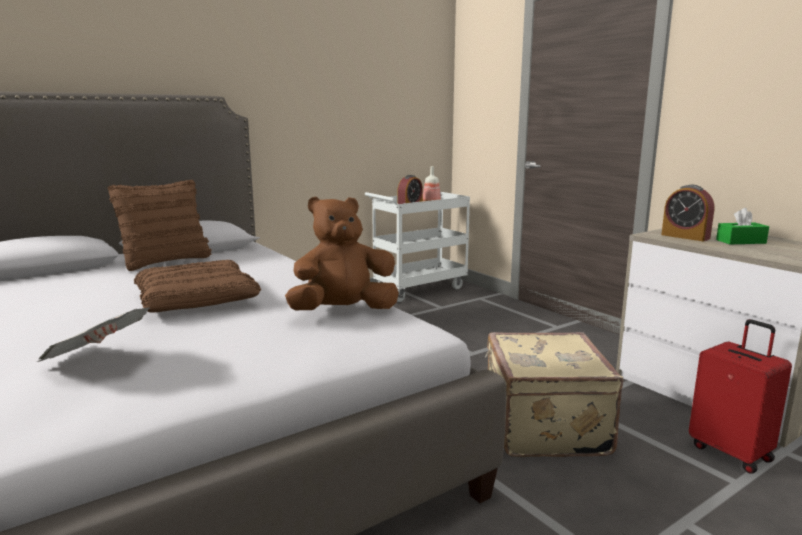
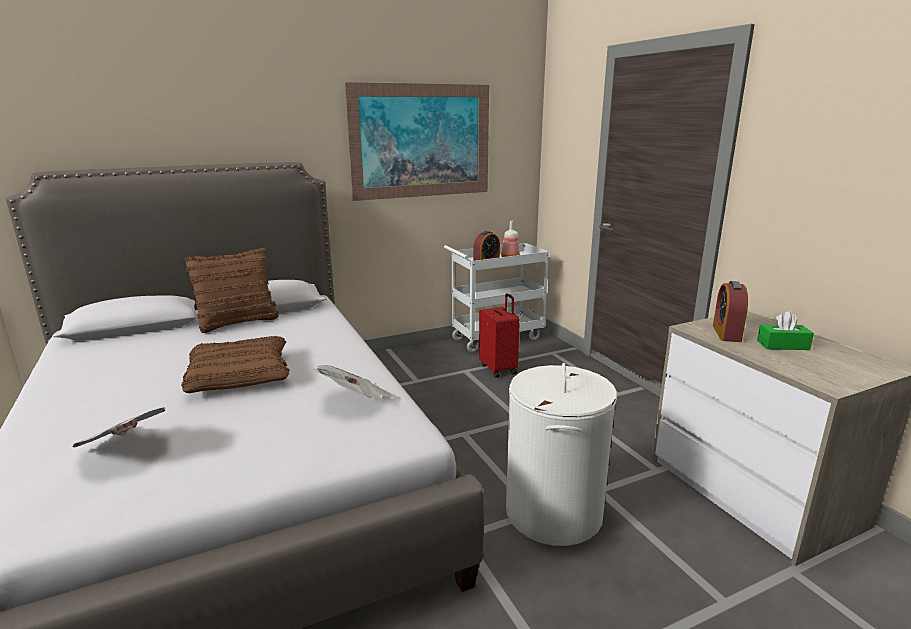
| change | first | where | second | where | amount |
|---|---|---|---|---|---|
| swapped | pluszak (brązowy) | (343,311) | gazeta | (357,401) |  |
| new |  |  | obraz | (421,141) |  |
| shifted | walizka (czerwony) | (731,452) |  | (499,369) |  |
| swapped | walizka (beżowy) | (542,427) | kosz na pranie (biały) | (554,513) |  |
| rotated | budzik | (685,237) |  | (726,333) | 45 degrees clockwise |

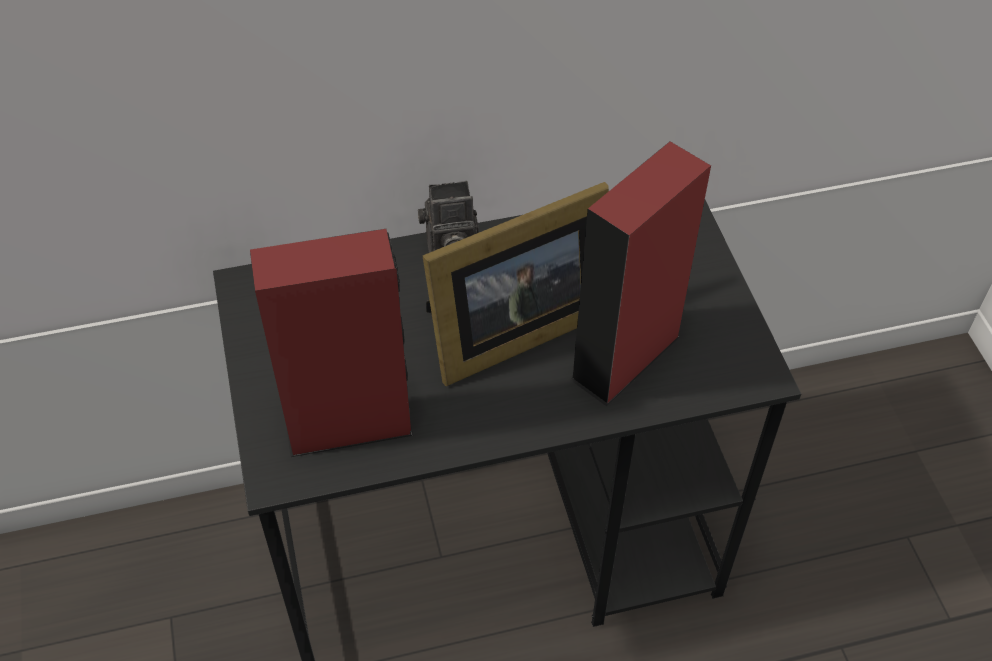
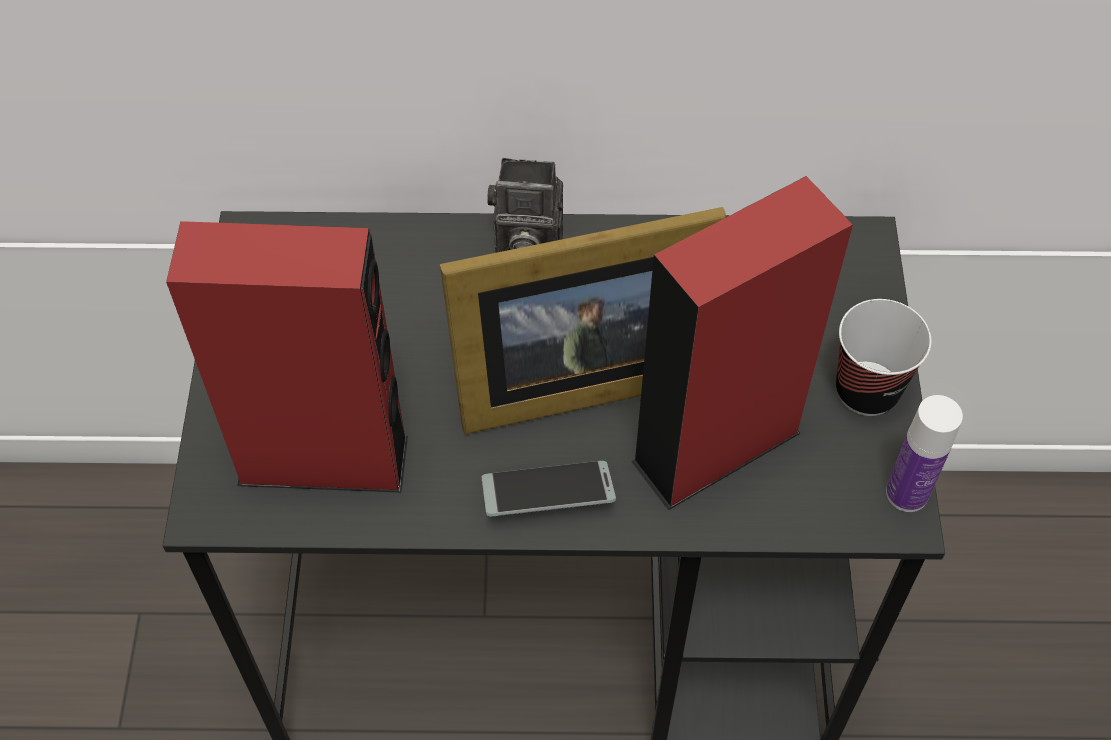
| change | first | where | second | where | amount |
|---|---|---|---|---|---|
| new |  |  | telefon | (547,495) |  |
| new |  |  | filiżanka | (867,390) |  |
| new |  |  | butelka | (907,493) |  |

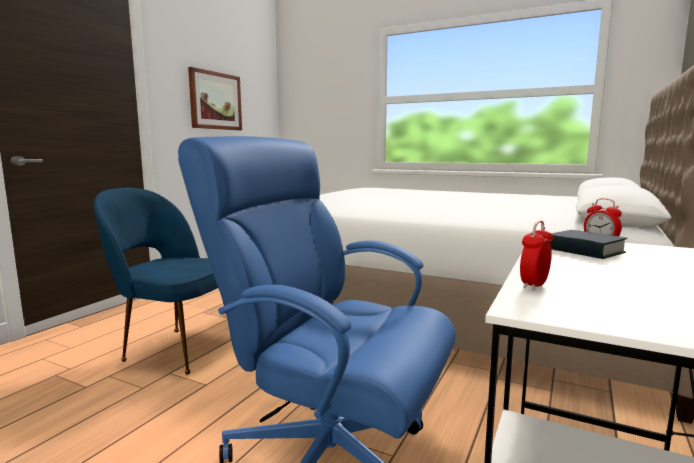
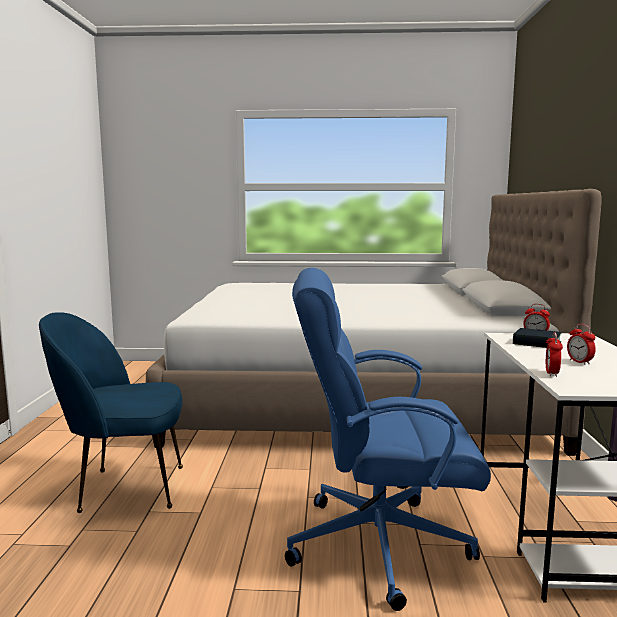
| change | first | where | second | where | amount |
|---|---|---|---|---|---|
| new |  |  | budzik | (579,362) |  |
| gone | obraz | (215,101) |  |  |  |

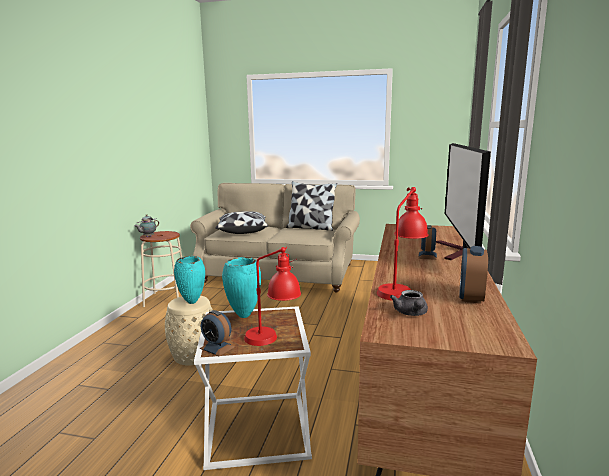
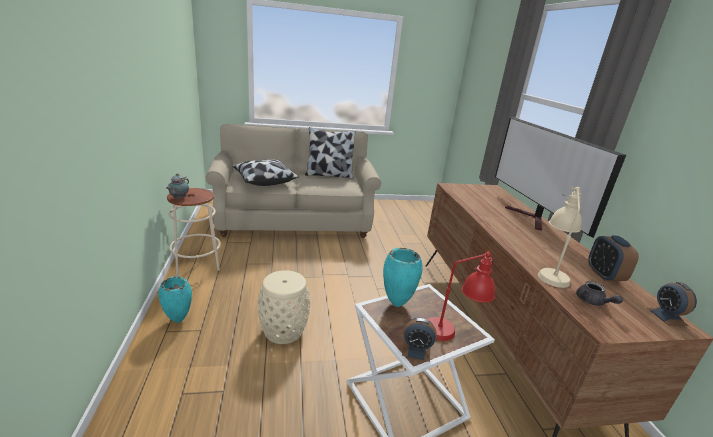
| change | first | where | second | where | amount |
|---|---|---|---|---|---|
| shifted | wazon (turkusowy) | (192,302) |  | (179,320) |  |
| repainted | lampa stołowa (czerwony) | (401,289) | lampa stołowa (beżowy) | (551,272) |  |
| shifted | budzik | (427,256) |  | (666,316) |  |

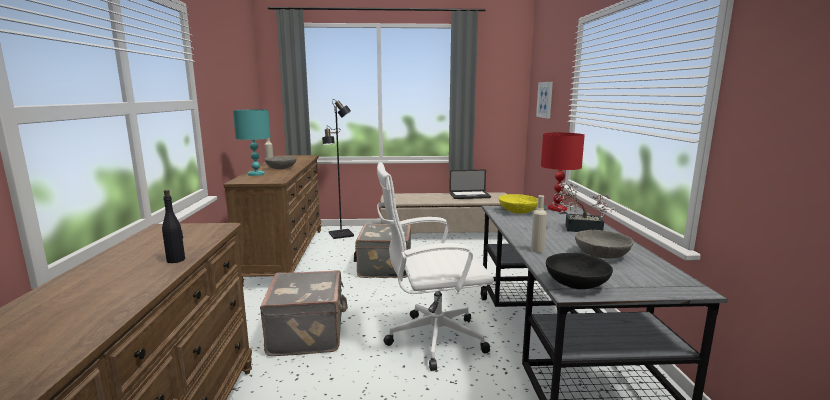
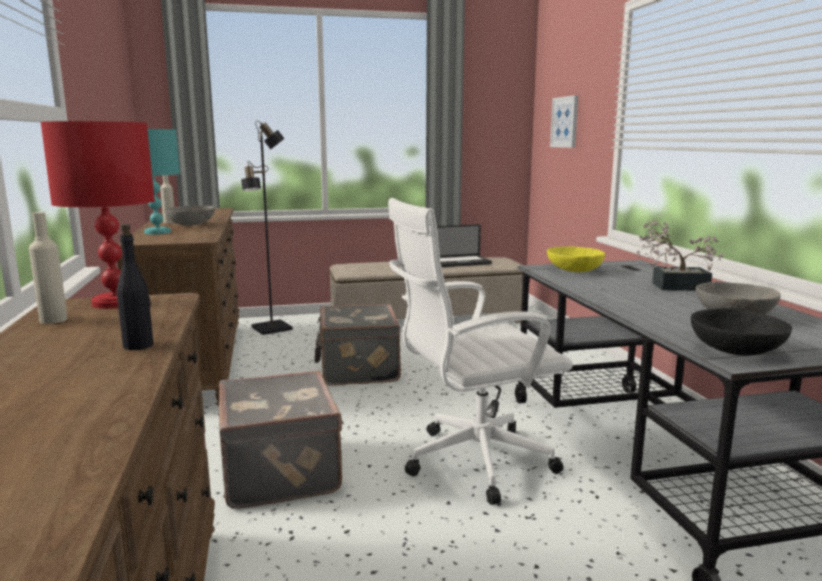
| change | first | where | second | where | amount |
|---|---|---|---|---|---|
| shifted | butelka (beżowy) | (537,250) |  | (53,320) |  |
| shifted | lampa stołowa (czerwony) | (557,208) |  | (117,302) |  |

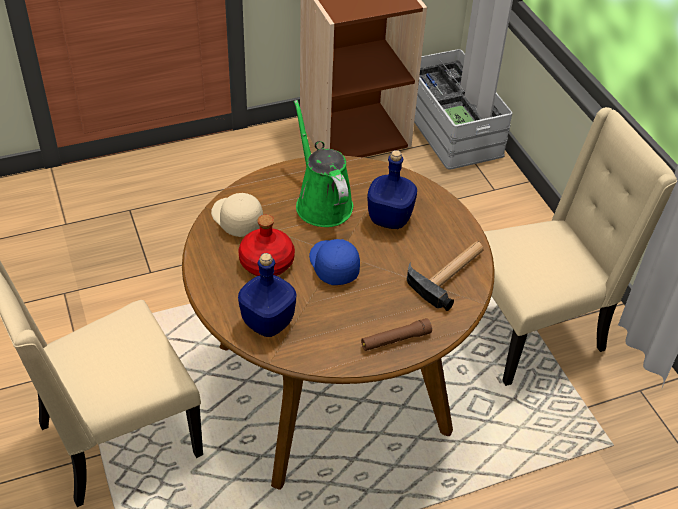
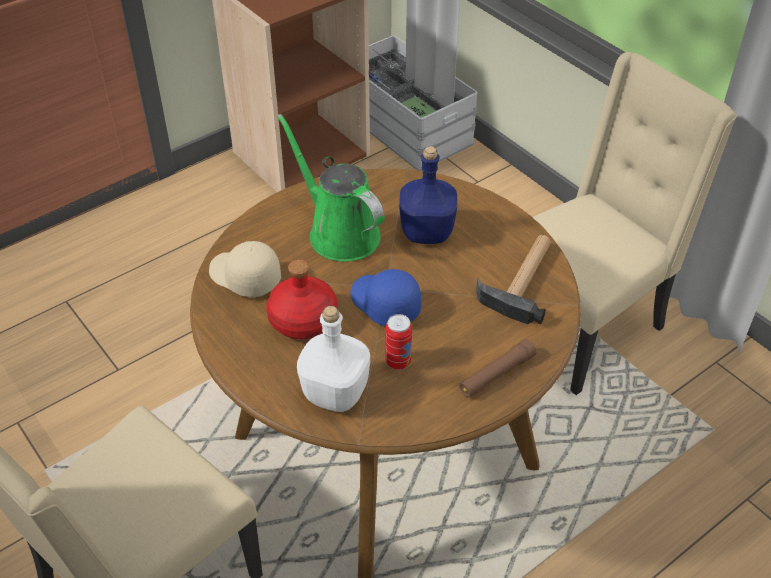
| change | first | where | second | where | amount |
|---|---|---|---|---|---|
| repainted | butelka (niebieski) | (267,322) | butelka (biały) | (334,393) |  |
| new |  |  | puszka | (398,362) |  |

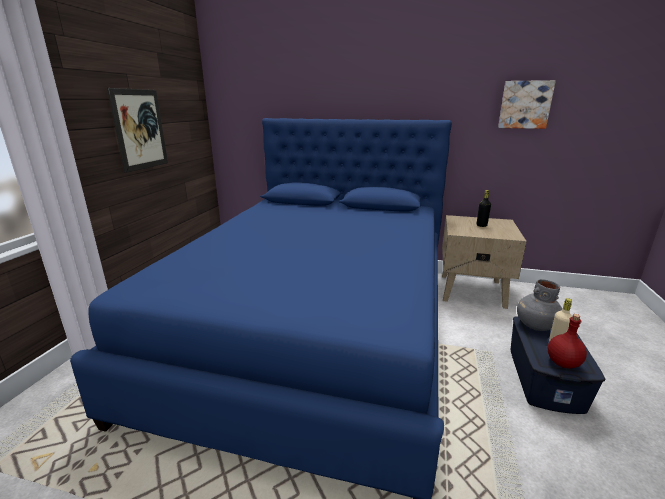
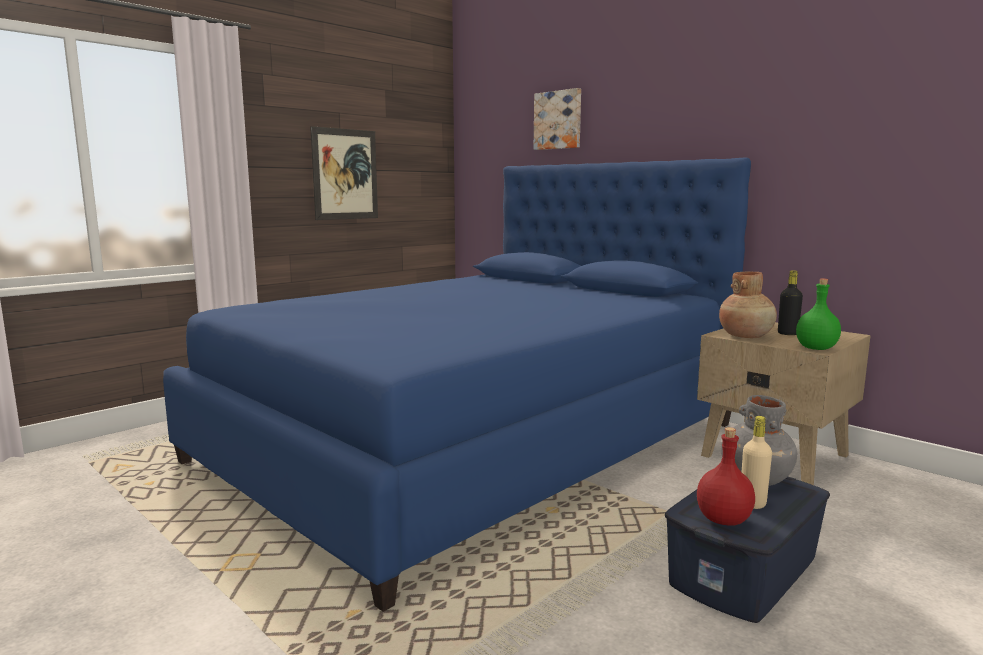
| change | first | where | second | where | amount |
|---|---|---|---|---|---|
| shifted | obraz | (525,105) |  | (558,120) |  |
| new |  |  | wazon (brązowy) | (746,336) |  |
| new |  |  | butelka (zielony) | (817,348) |  |

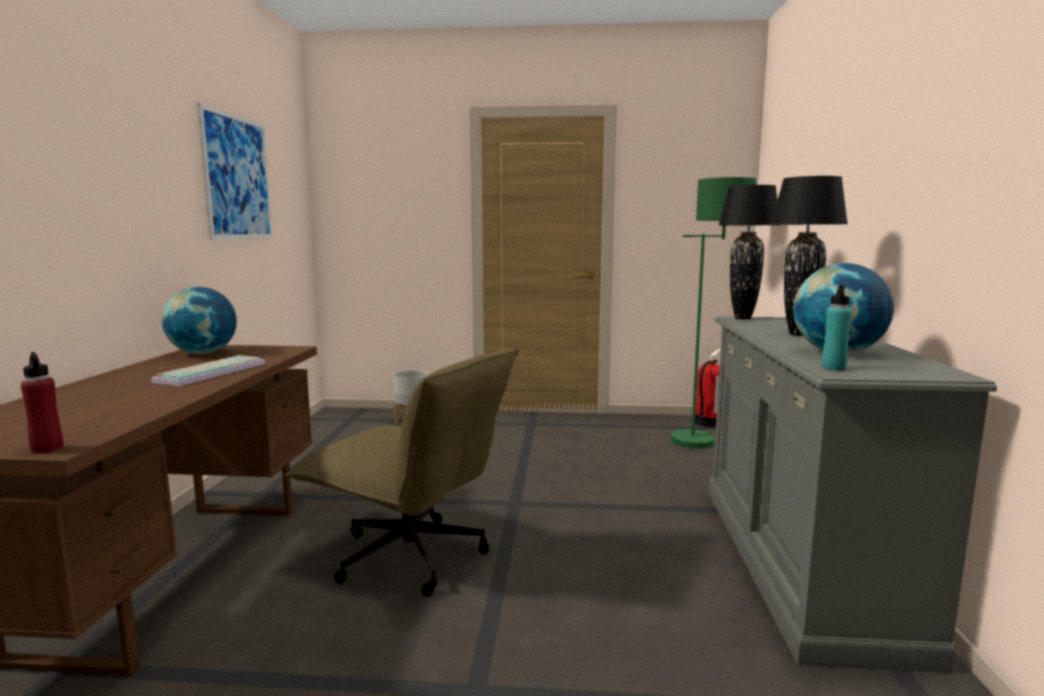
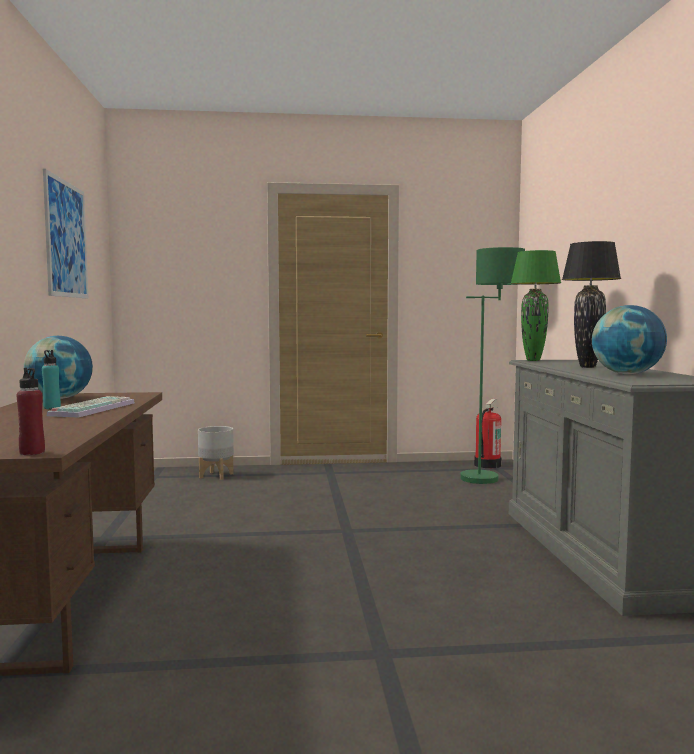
| change | first | where | second | where | amount |
|---|---|---|---|---|---|
| shifted | butelka (turkusowy) | (833,368) |  | (52,408) |  |
| repainted | lampa stołowa (czarny) | (742,318) | lampa stołowa (zielony) | (533,360) |  |
| gone | krzesło biurowe (beżowy) | (408,555) |  |  |  |

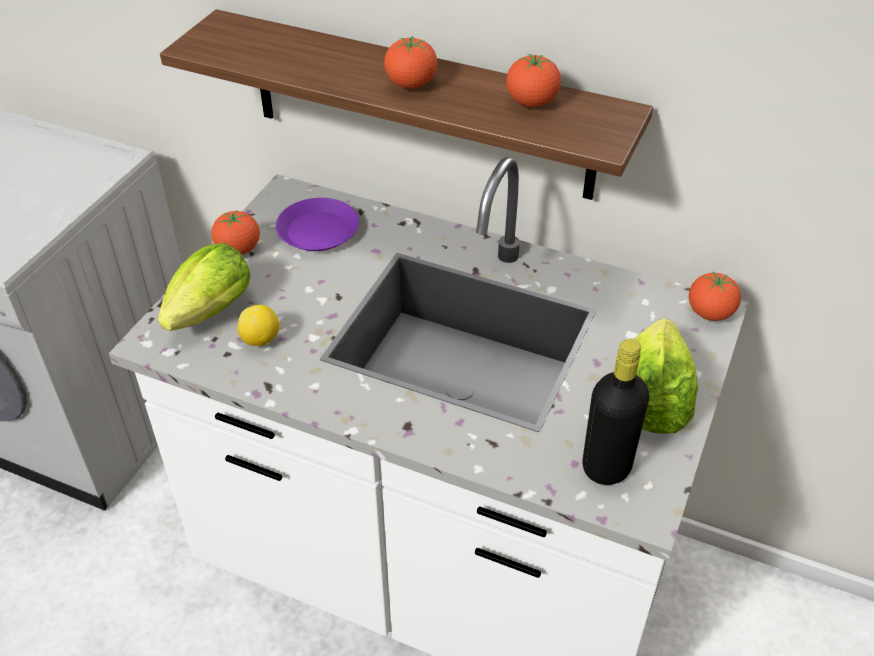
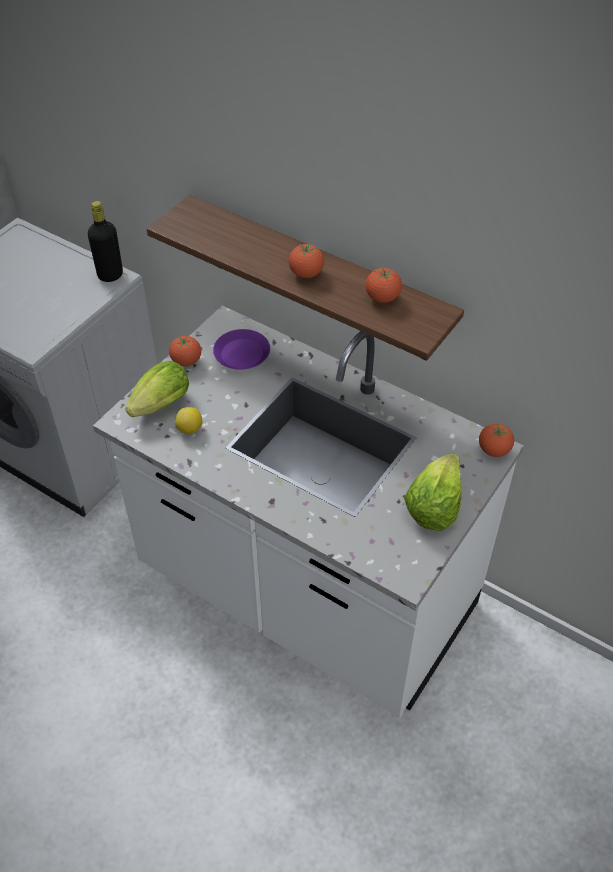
| change | first | where | second | where | amount |
|---|---|---|---|---|---|
| shifted | butelka (czarny) | (606,467) |  | (110,275) |  |

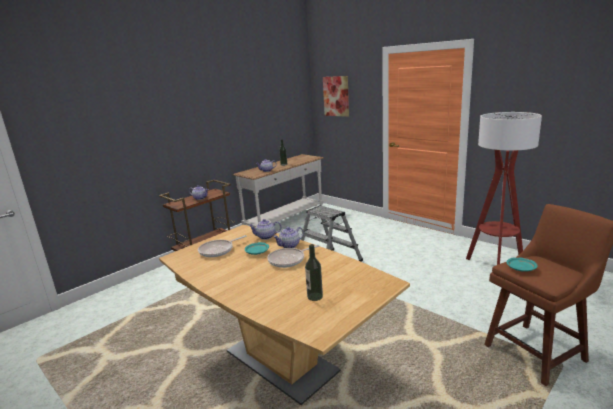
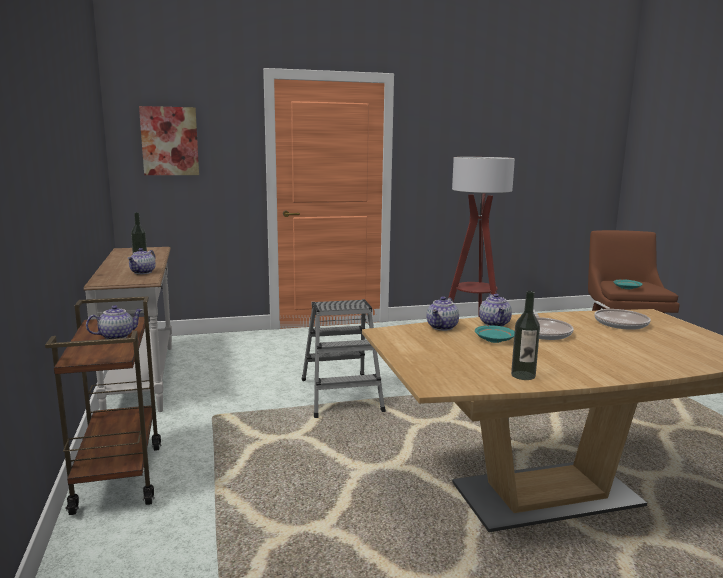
| change | first | where | second | where | amount |
|---|---|---|---|---|---|
| shifted | butelka | (315,296) |  | (523,375) |  |
| shifted | patelnia | (218,250) |  | (619,322) |  |

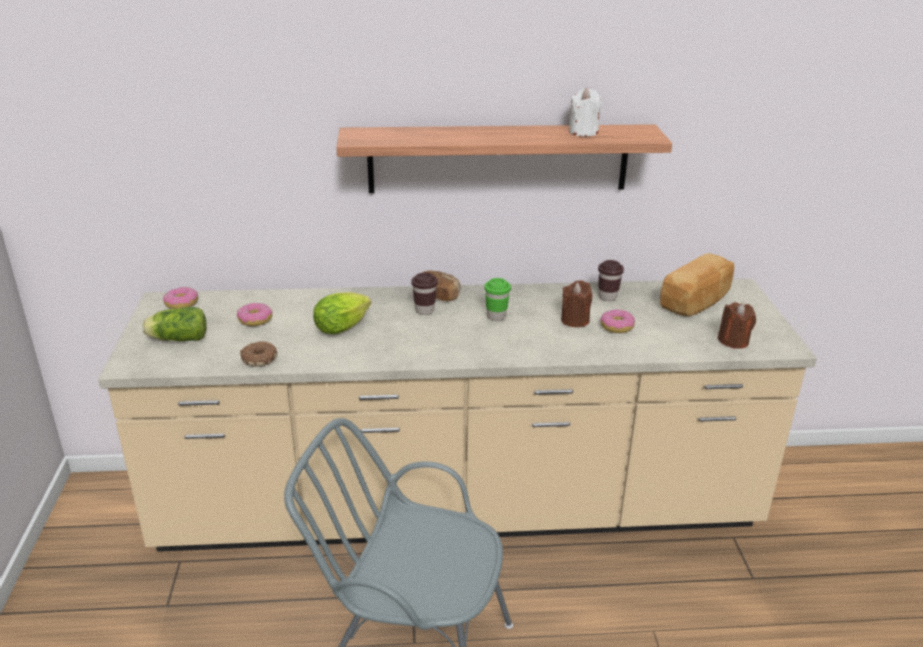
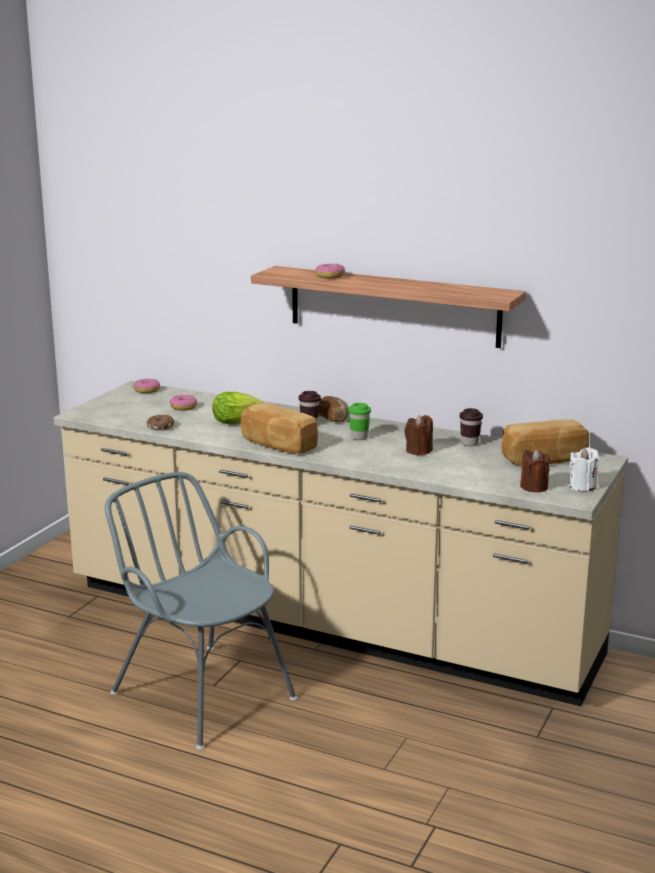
| change | first | where | second | where | amount |
|---|---|---|---|---|---|
| new |  |  | chleb | (277,445) |  |
| shifted | donut | (616,326) |  | (330,276) |  |
| shifted | świeca (biały) | (583,132) |  | (582,486) |  |
| gone | sałata | (177,339) |  |  |  |

